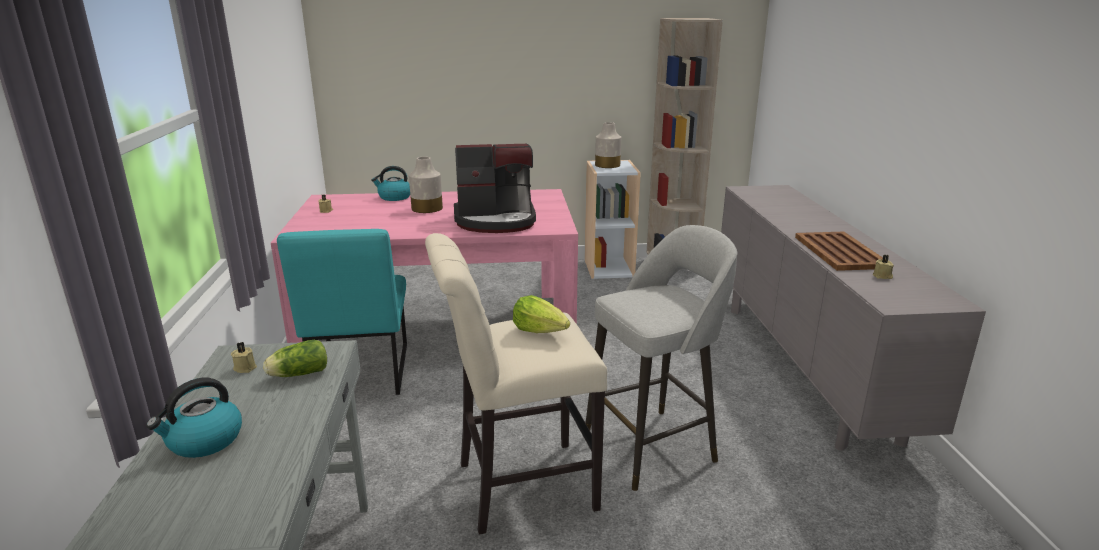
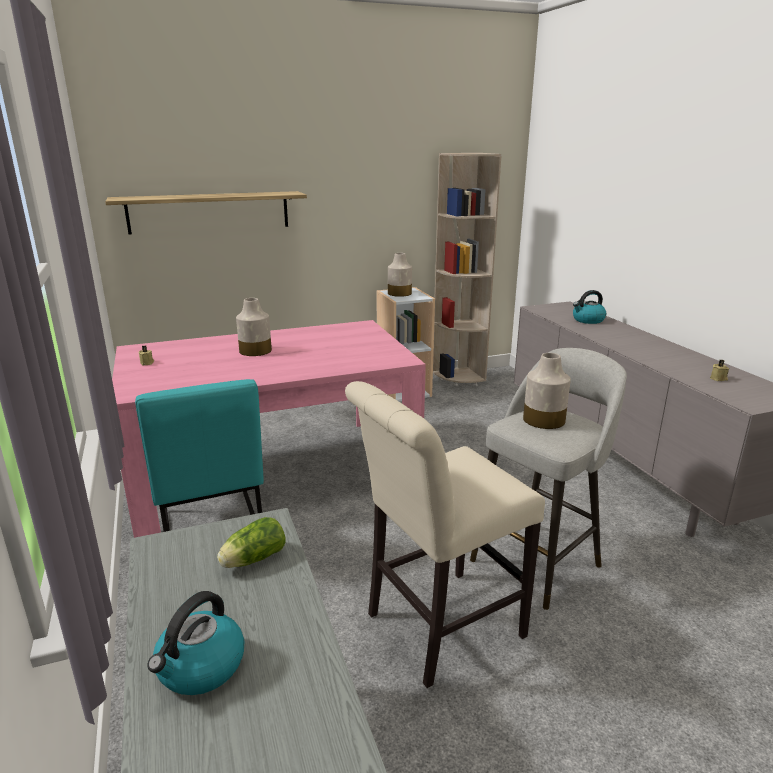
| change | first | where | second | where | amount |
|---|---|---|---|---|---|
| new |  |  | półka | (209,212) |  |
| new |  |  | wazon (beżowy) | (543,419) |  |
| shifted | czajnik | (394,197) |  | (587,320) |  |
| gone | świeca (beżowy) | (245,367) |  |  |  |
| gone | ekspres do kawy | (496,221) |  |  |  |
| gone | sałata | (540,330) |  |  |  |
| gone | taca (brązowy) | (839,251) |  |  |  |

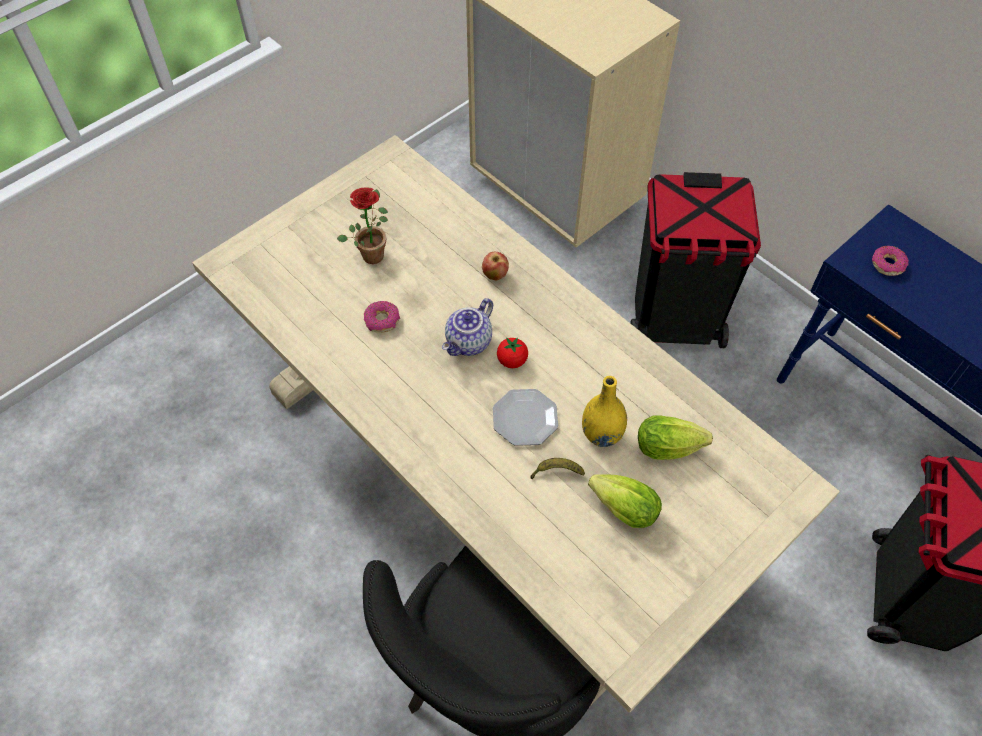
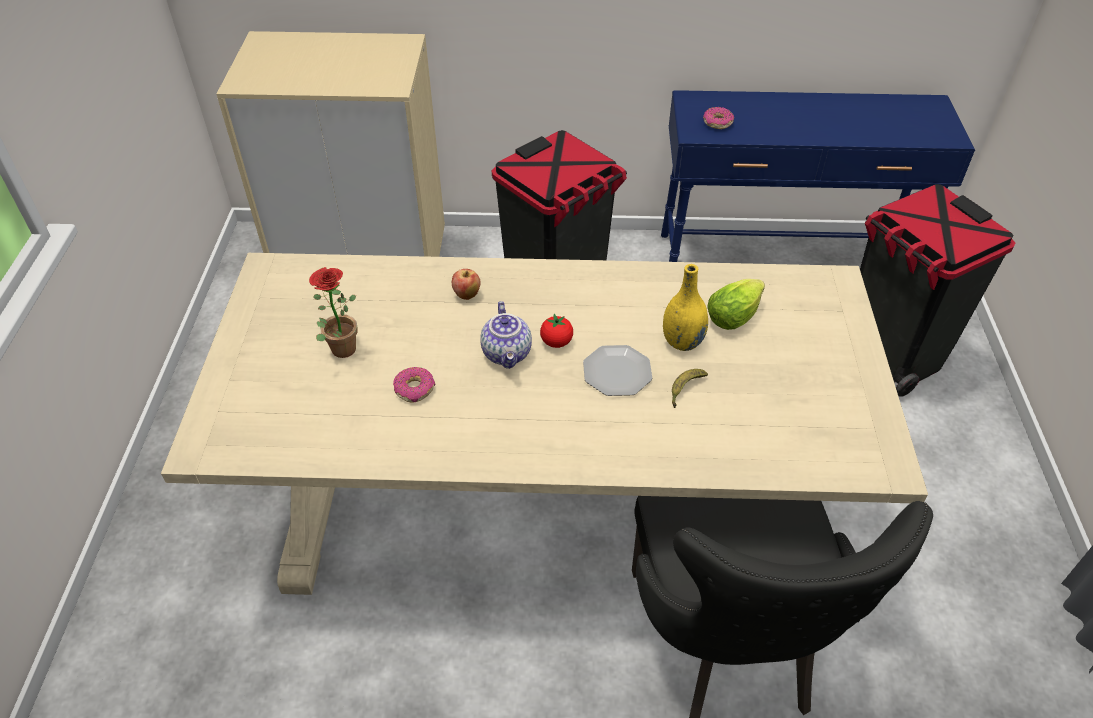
| change | first | where | second | where | amount |
|---|---|---|---|---|---|
| gone | sałata | (620,507) |  |  |  |

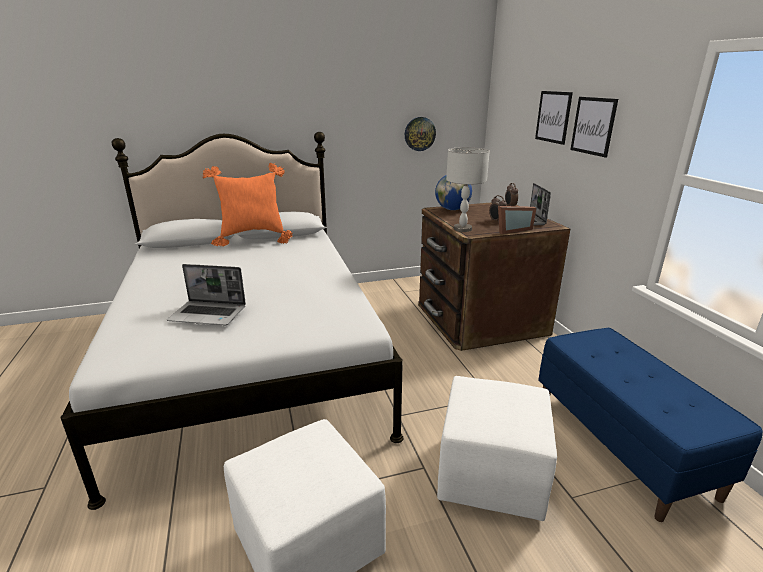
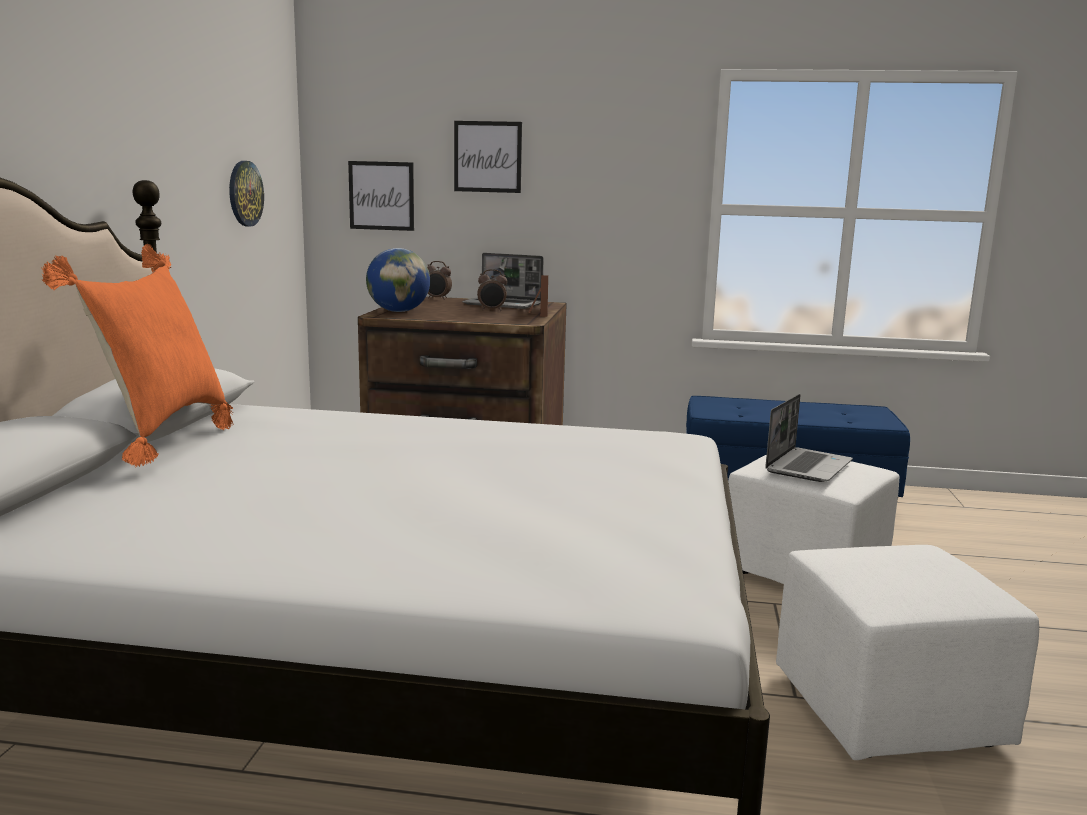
| change | first | where | second | where | amount |
|---|---|---|---|---|---|
| shifted | obraz | (593,126) |  | (381,196) |  |
| shifted | laptop | (209,314) |  | (807,466) |  |
| gone | lampa stołowa (szary) | (462,229) |  |  |  |

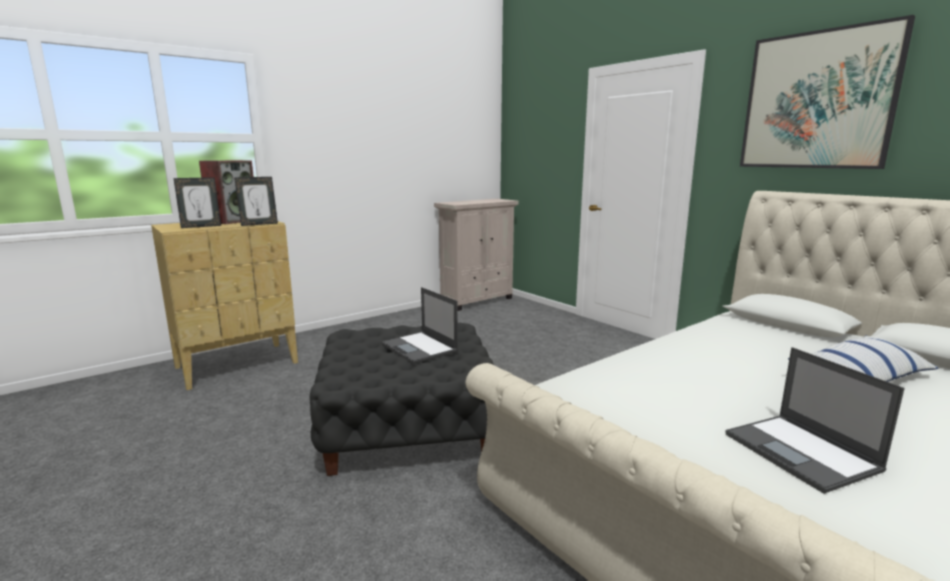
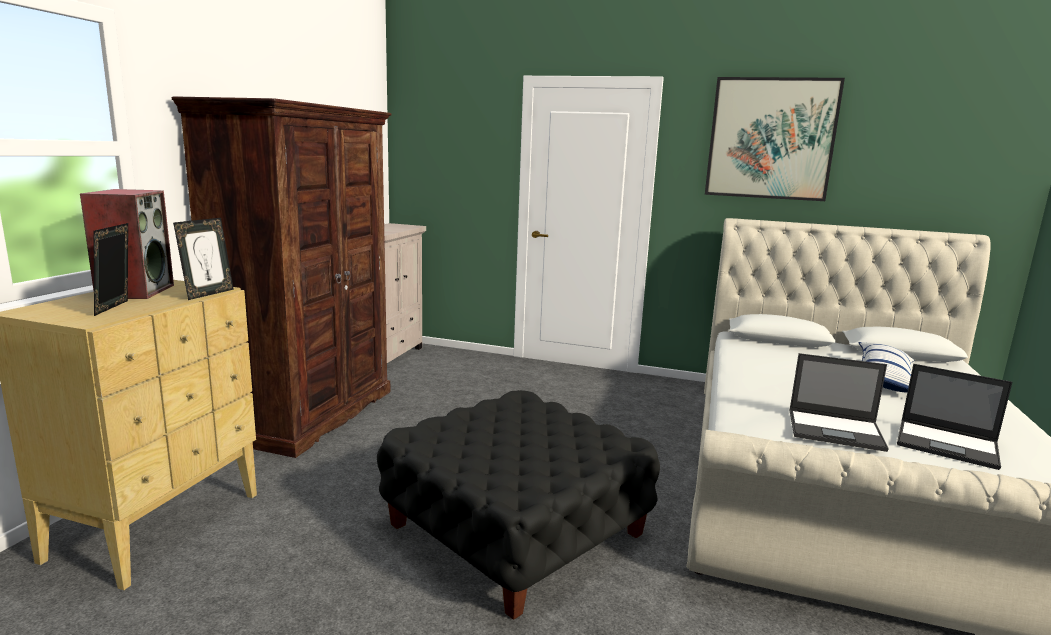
| change | first | where | second | where | amount |
|---|---|---|---|---|---|
| rotated | ramka na zdjęcie | (201,226) |  | (117,308) | 150 degrees clockwise |
| new |  |  | szafa (brązowy) | (310,414) |  |
| shifted | laptop | (420,348) |  | (836,430) |  |

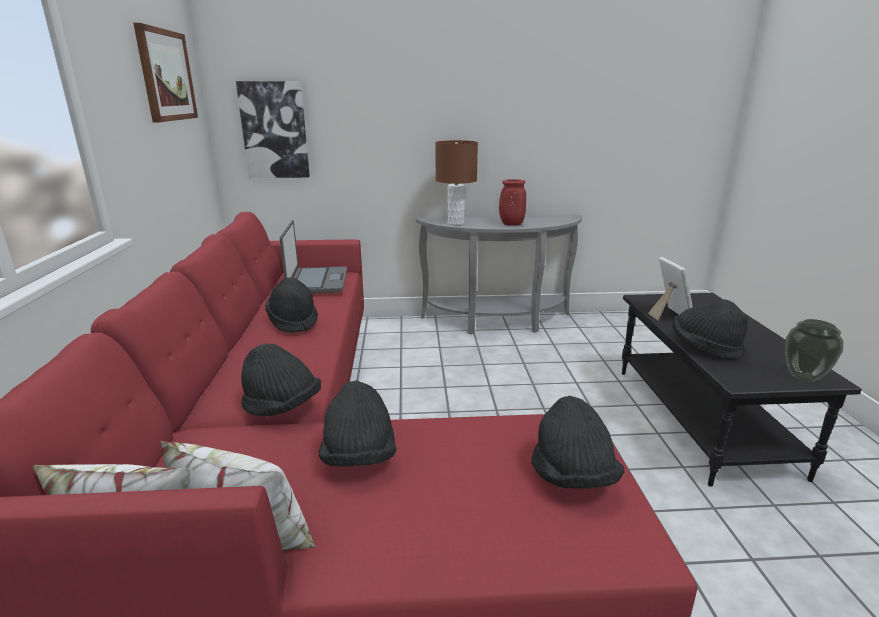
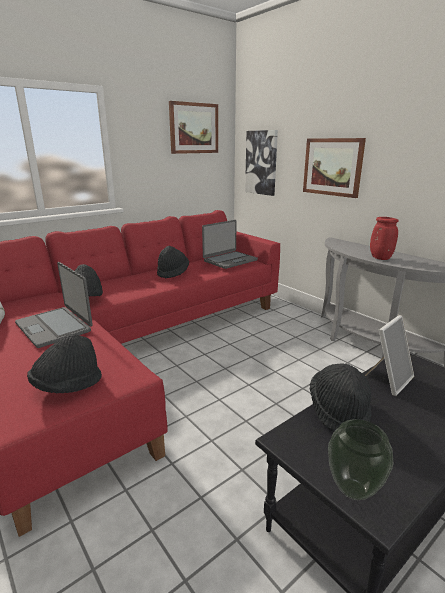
| change | first | where | second | where | amount |
|---|---|---|---|---|---|
| swapped | kapelusz (czarny) | (359,457) | laptop | (55,327) |  |
| new |  |  | obraz | (332,167) |  |
| gone | lampa stołowa (brązowy) | (455,223) |  |  |  |

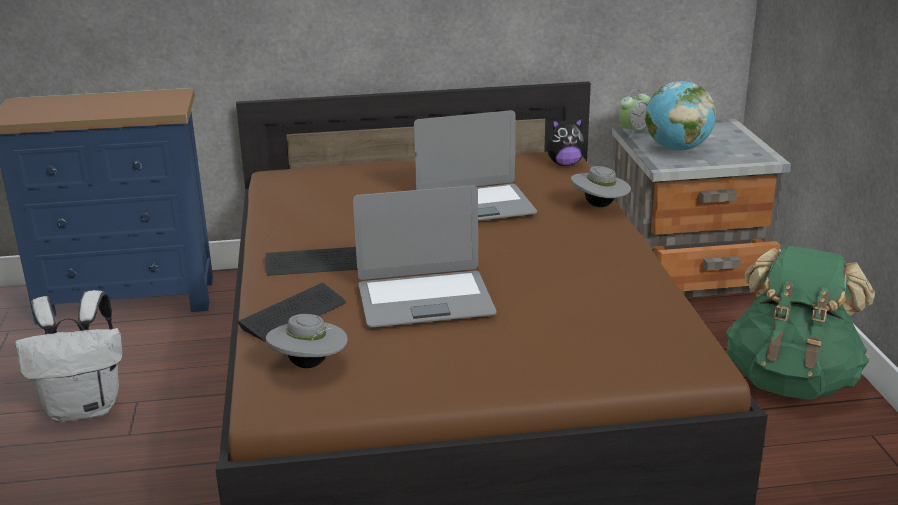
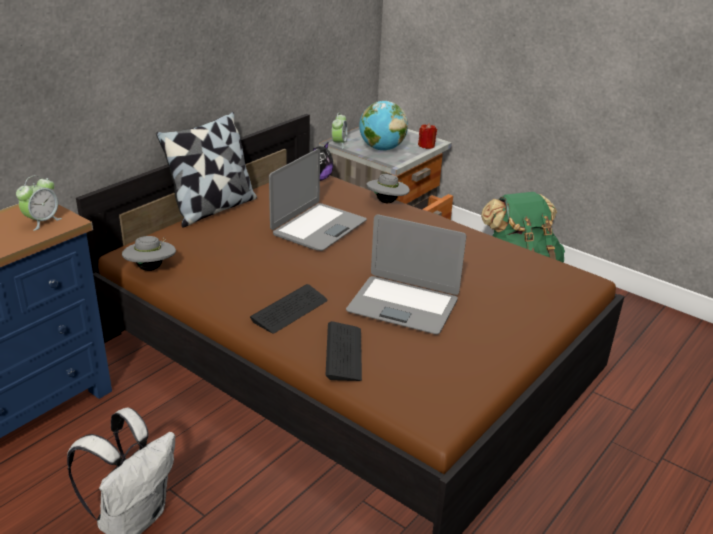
| change | first | where | second | where | amount |
|---|---|---|---|---|---|
| new |  |  | budzik | (42,221) |  |
| shifted | kapelusz (szary) | (309,365) |  | (151,268) |  |
| new |  |  | poduszka | (213,209) |  |
| rotated | laptop | (425,300) |  | (403,305) | 75 degrees clockwise |
| new |  |  | świeca (czerwony) | (426,146) |  |

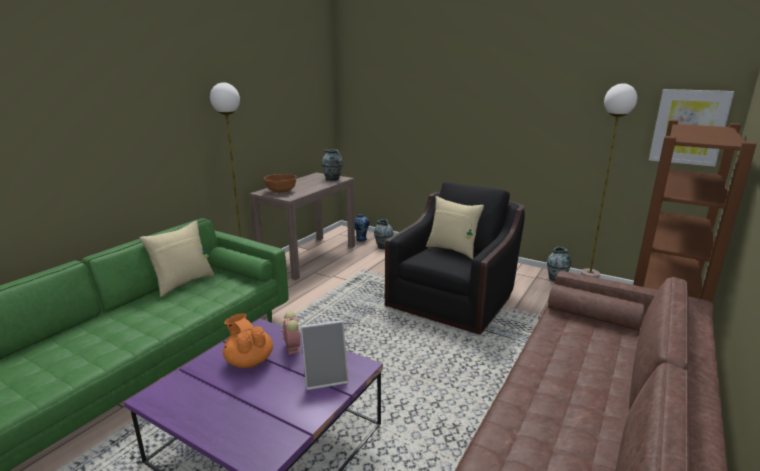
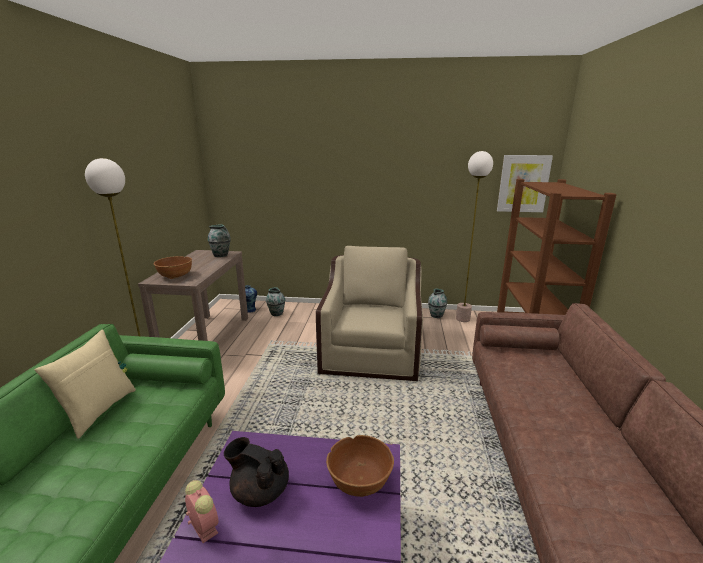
| change | first | where | second | where | amount |
|---|---|---|---|---|---|
| shifted | budzik | (292,347) |  | (203,526) |  |
| repainted | imbryk (pomarańczowy) | (249,361) | imbryk (czarny) | (260,491) |  |
| repainted | fotel (czarny) | (454,297) | fotel (beżowy) | (371,350) |  |
| swapped | ramka na zdjęcie | (326,377) | miska (brązowy) | (359,481) |  |
| gone | poduszka (beżowy) | (452,250) |  |  |  |

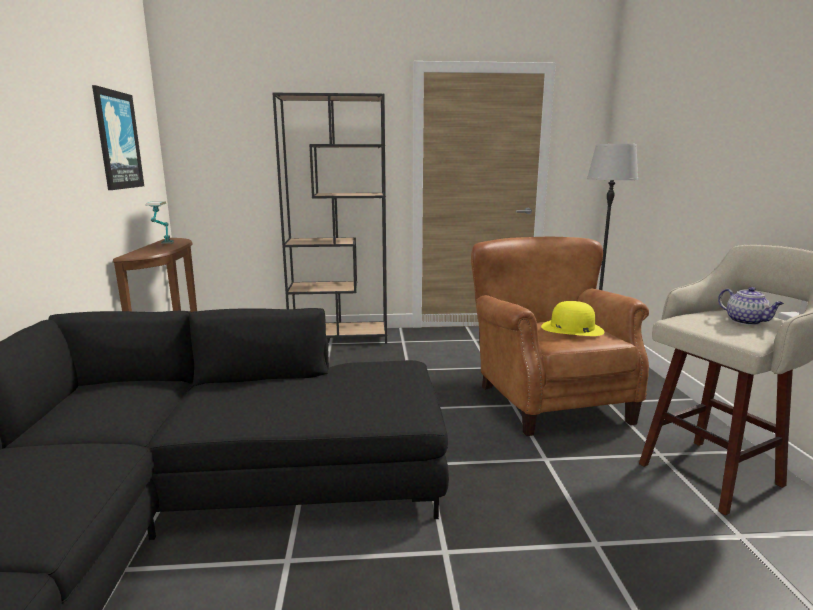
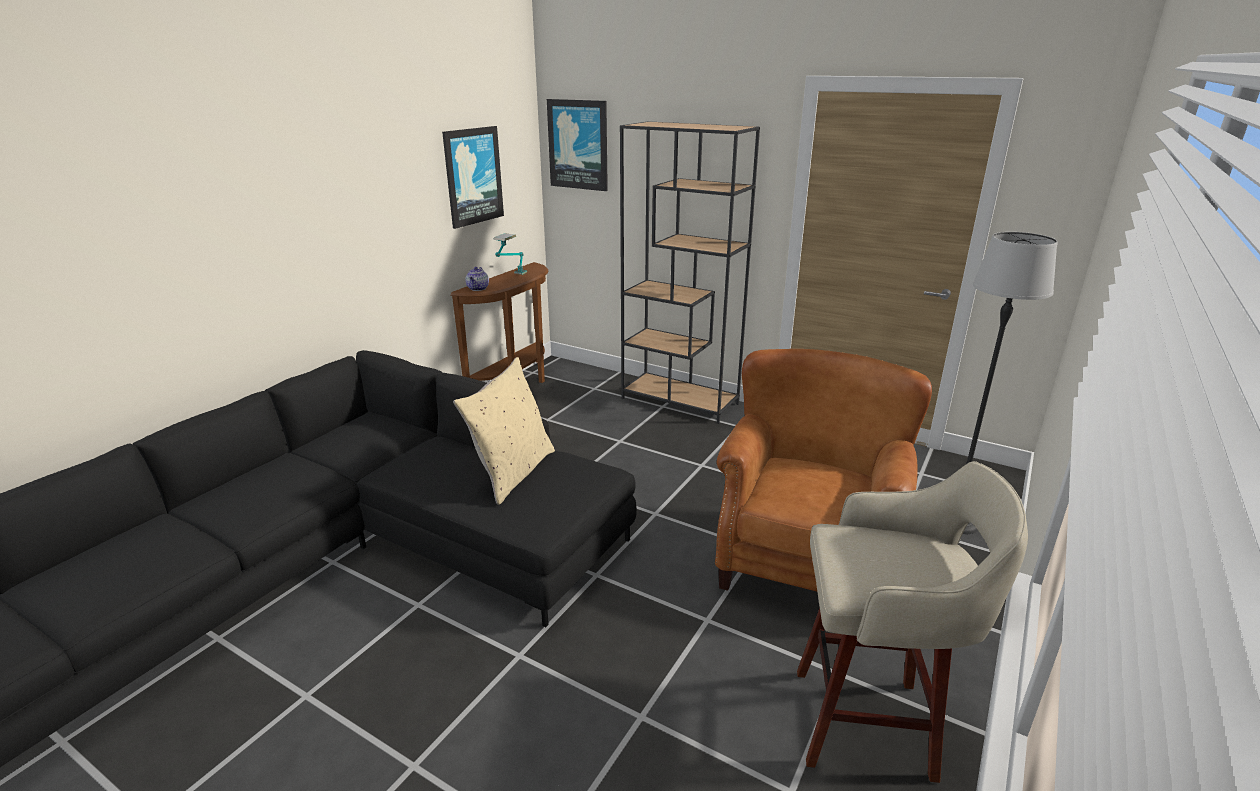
| change | first | where | second | where | amount |
|---|---|---|---|---|---|
| new |  |  | poduszka (beżowy) | (512,472) |  |
| shifted | imbryk | (746,321) |  | (478,289) |  |
| new |  |  | obraz | (578,145) |  |
| gone | kapelusz (żółty) | (572,328) |  |  |  |

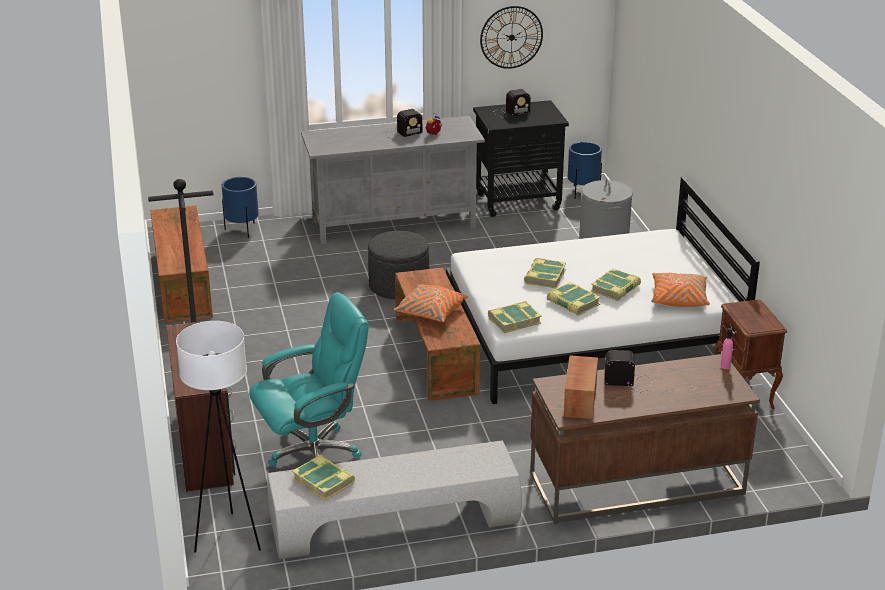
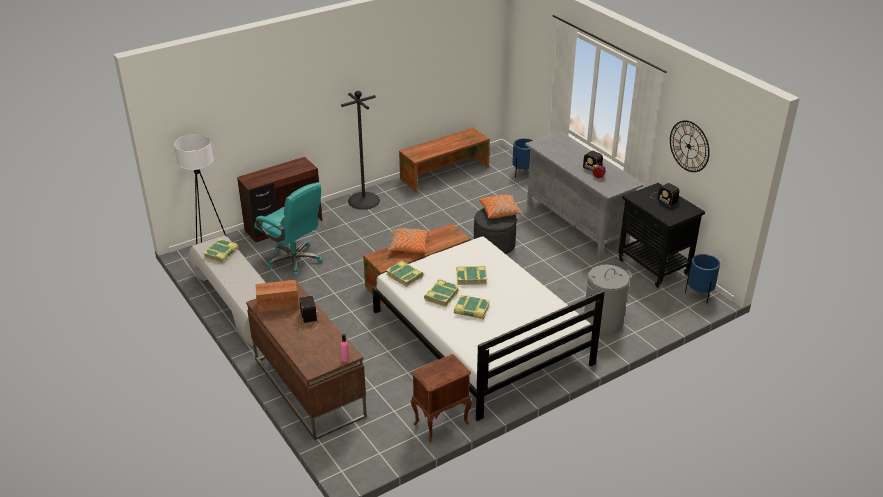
| change | first | where | second | where | amount |
|---|---|---|---|---|---|
| shifted | poduszka (pomarańczowy) | (678,298) |  | (500,212) |  |

